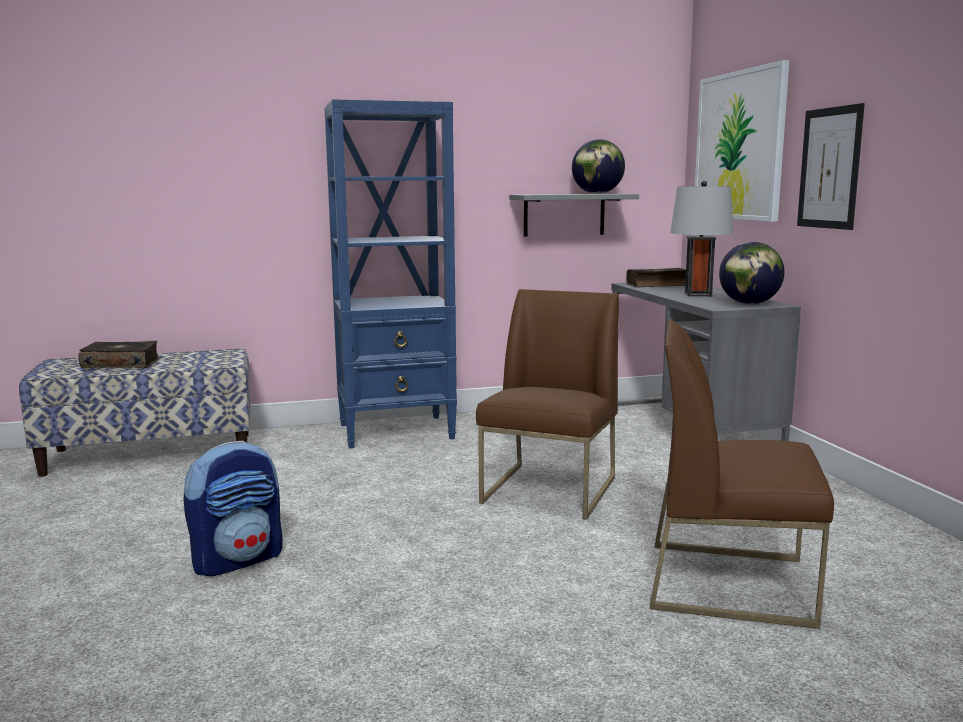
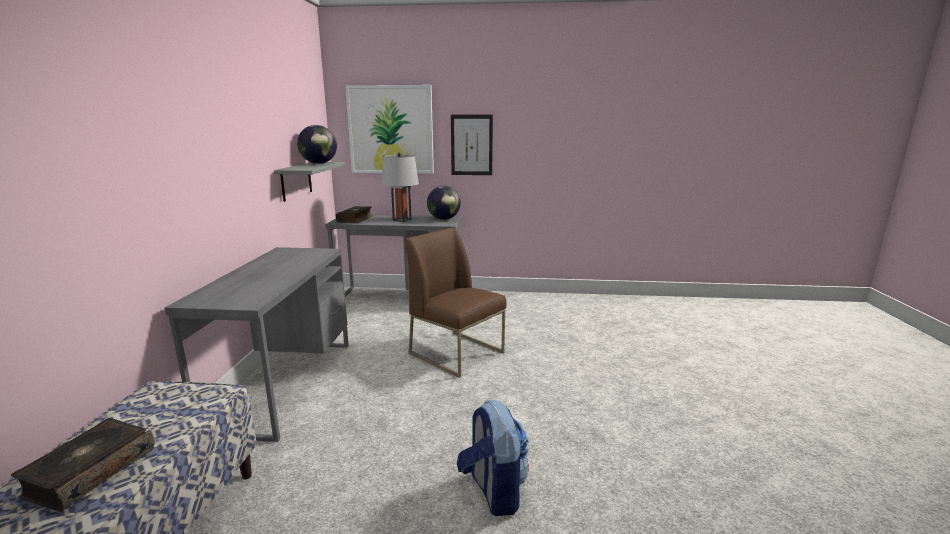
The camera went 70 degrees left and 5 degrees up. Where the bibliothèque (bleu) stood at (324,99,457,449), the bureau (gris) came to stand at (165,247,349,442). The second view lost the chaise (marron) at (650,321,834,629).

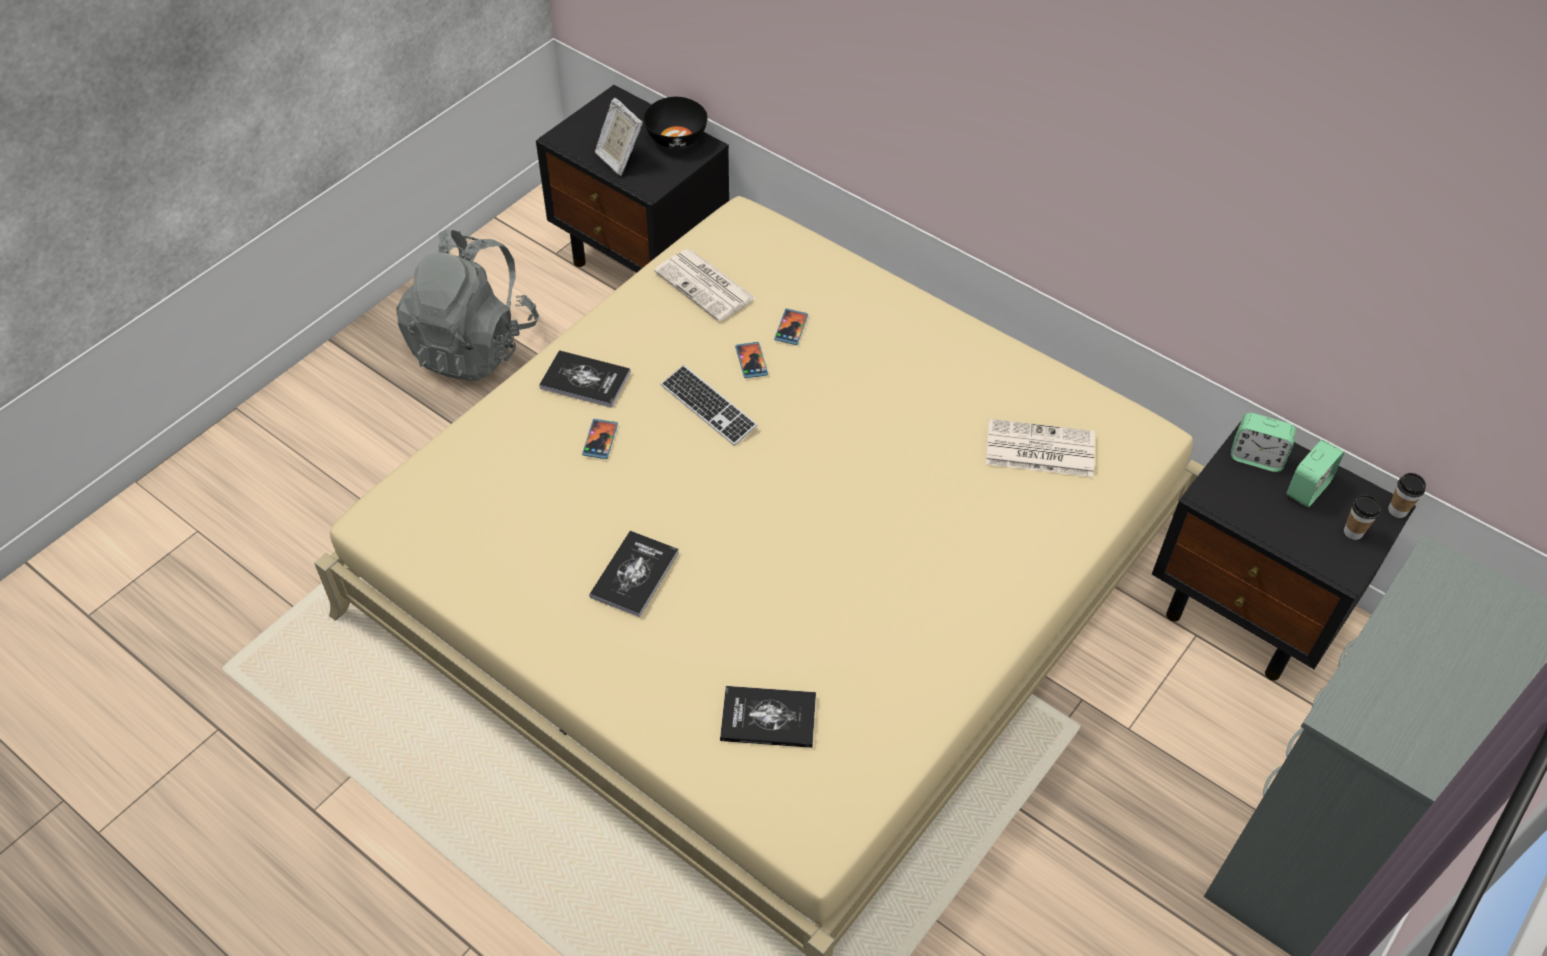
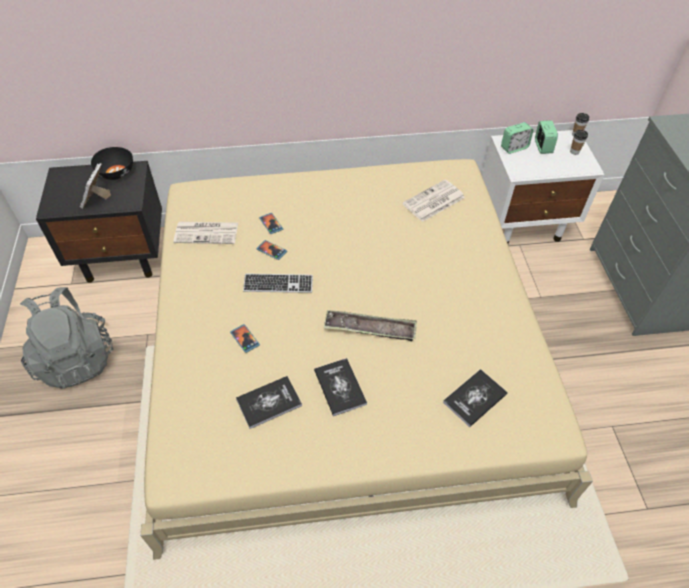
The camera went 45 degrees left and 0 degrees up. The cadre photo at (595,98,643,175) ended up facing another way, 90 degrees clockwise from before. The livre ended up elsewhere, having gone from (539,350,630,408) to (236,376,302,429). The second view gained the plateau at (324,310,417,341). What was the table de chevet (noir) at (1152,422,1416,681) turned into the table de chevet (blanc) at (482,130,604,244).

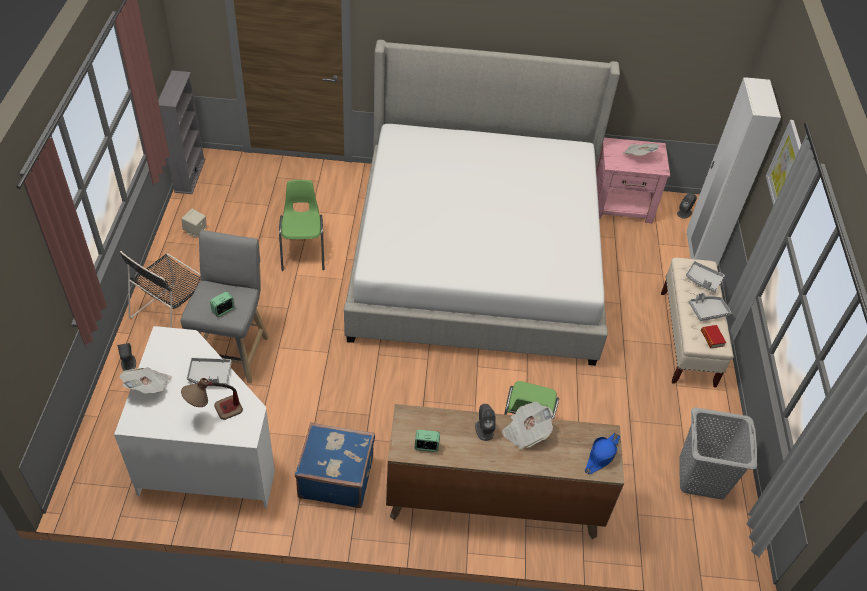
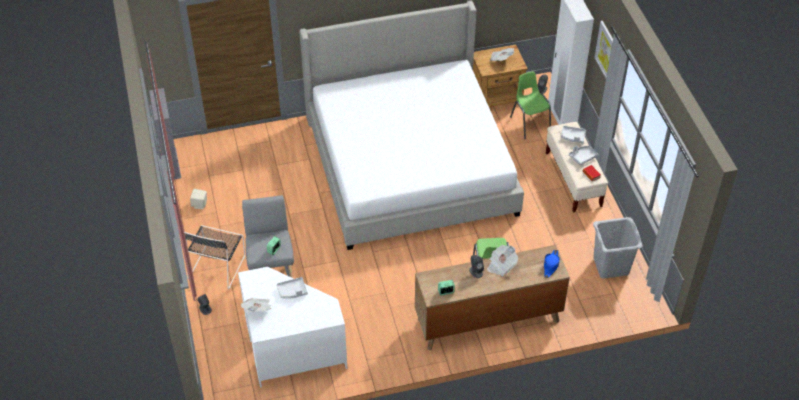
The camera went 15 degrees left and 0 degrees up. What was the table de chevet (rose) at (596,137,670,223) turned into the table de chevet (marron) at (473,45,528,107). The chaise (vert) ended up elsewhere, having gone from (279,180,325,271) to (510,71,551,139). The second view lost the lampe de table at (181,378,243,420). The second view lost the valise (bleu) at (295,422,375,508).

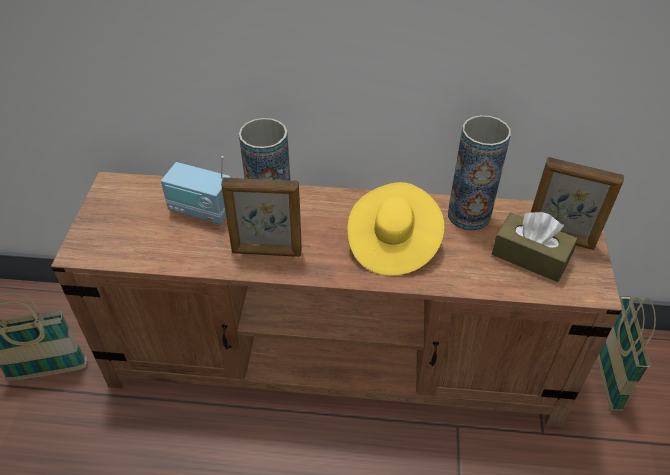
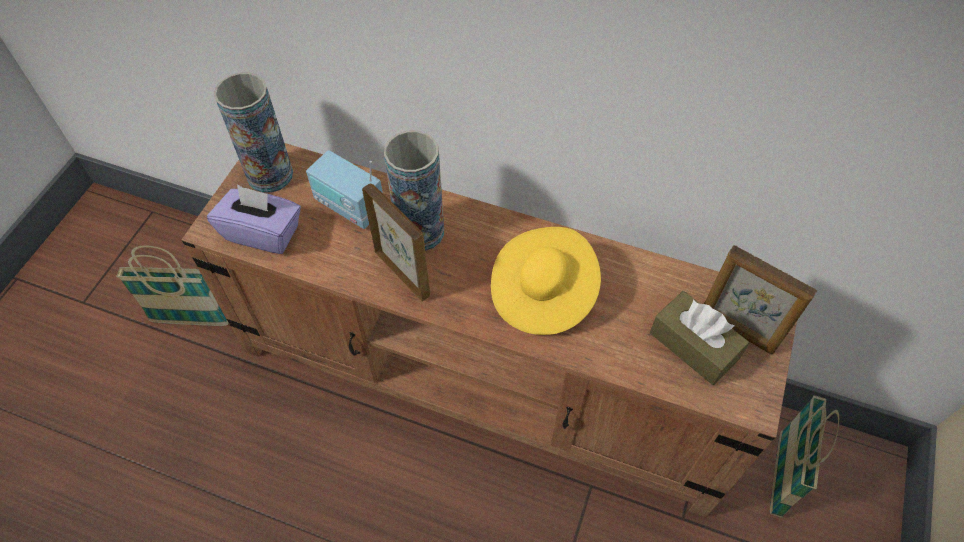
The camera went 15 degrees right and 10 degrees up. The second view gained the boîte à mouchoirs (violet) at (207,185,301,254). The vase ended up elsewhere, having gone from (448,115,511,231) to (214,73,293,193). The cadre photo at (221,177,302,257) ended up facing another way, 150 degrees counterclockwise from before.

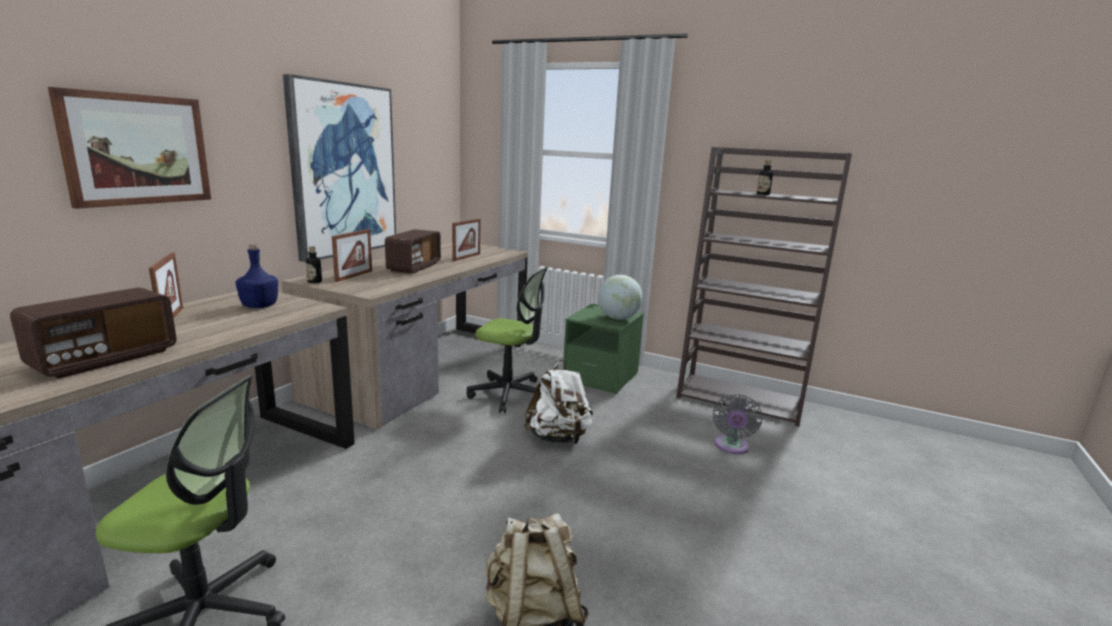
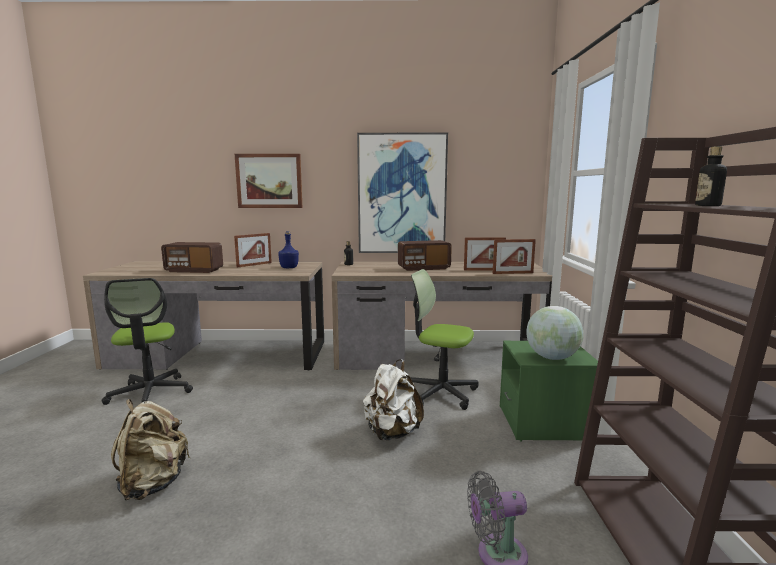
The camera went 65 degrees right and 5 degrees down. The chaise de bureau at (467,267,548,413) ended up facing another way, 120 degrees clockwise from before. The cadre photo ended up elsewhere, having gone from (332,229,372,282) to (493,239,536,274).

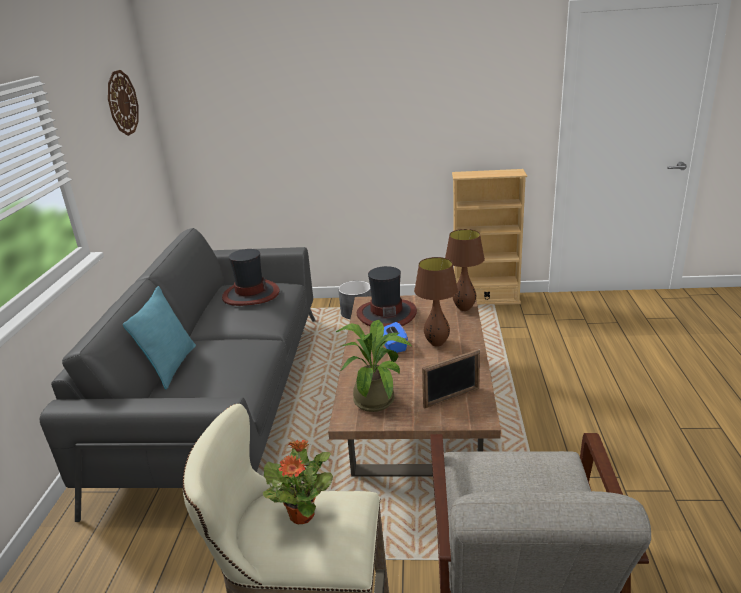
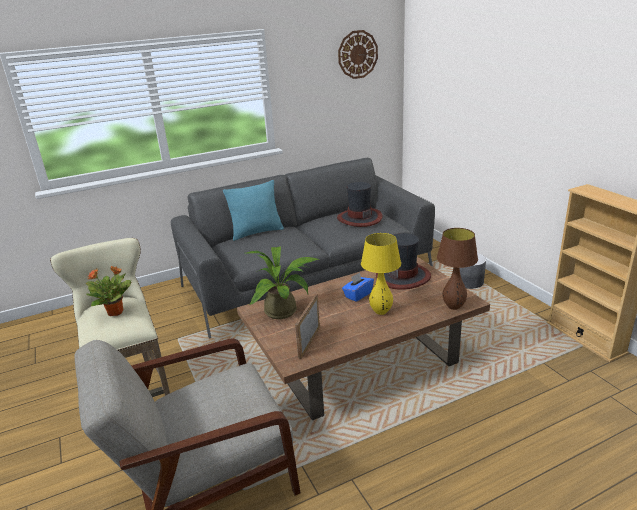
The camera went 60 degrees right and 0 degrees up. The cadre photo at (422,349,480,409) ended up facing another way, 75 degrees clockwise from before. What was the lampe de table (marron) at (414,257,458,347) turned into the lampe de table (jaune) at (361,233,401,315).

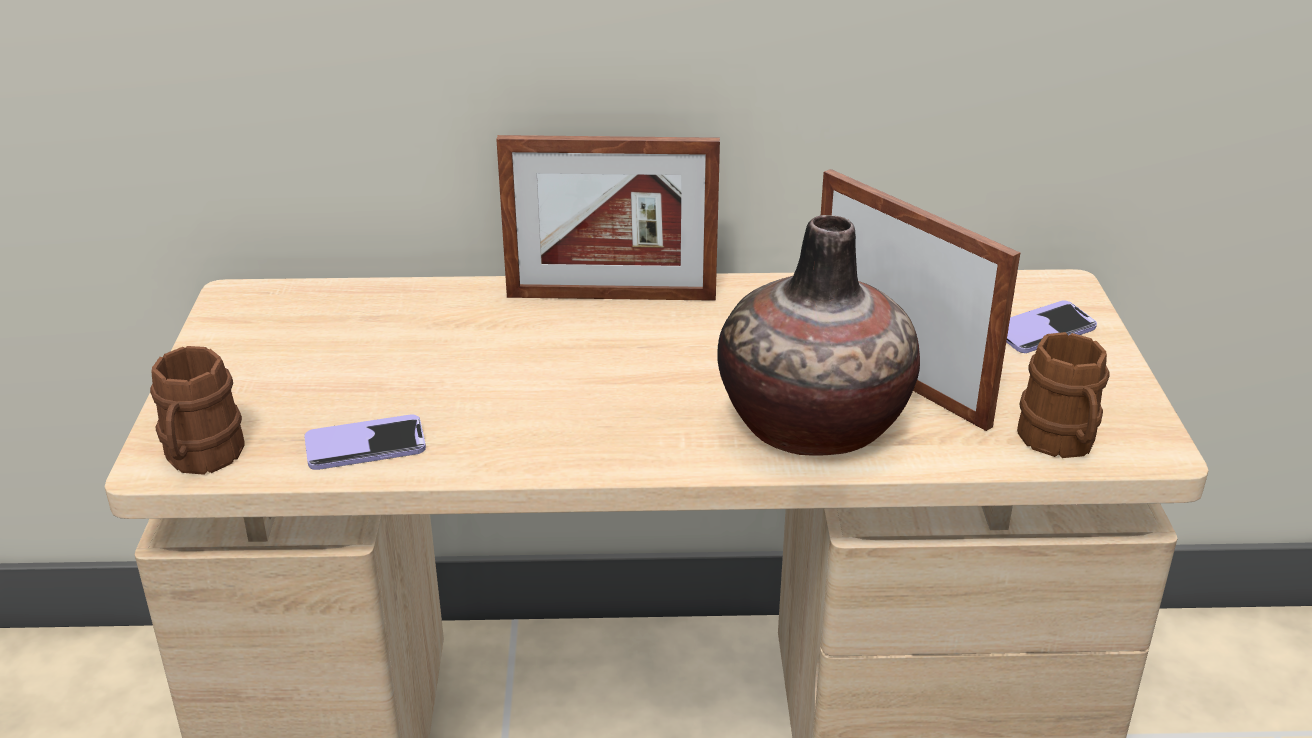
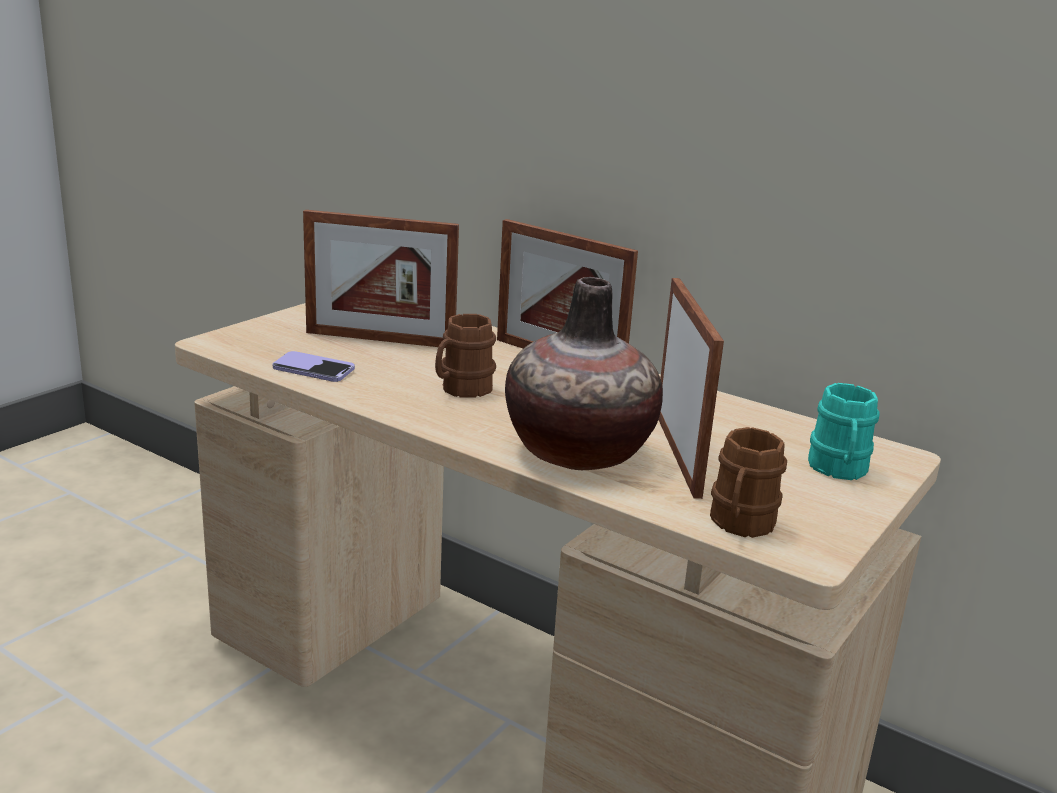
The camera went 35 degrees right and 10 degrees down. The second view gained the cadre photo at (303,210,459,348). The mug (marron) ended up elsewhere, having gone from (150,346,244,475) to (435,314,496,398). Where the téléphone stood at (1006,301,1097,353), the mug (turquoise) came to stand at (808,383,880,480).

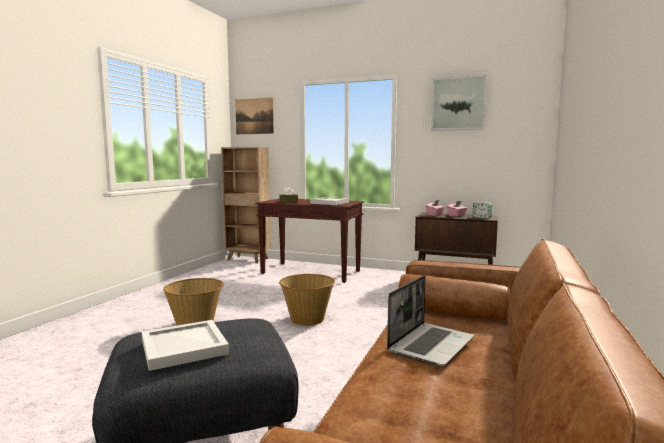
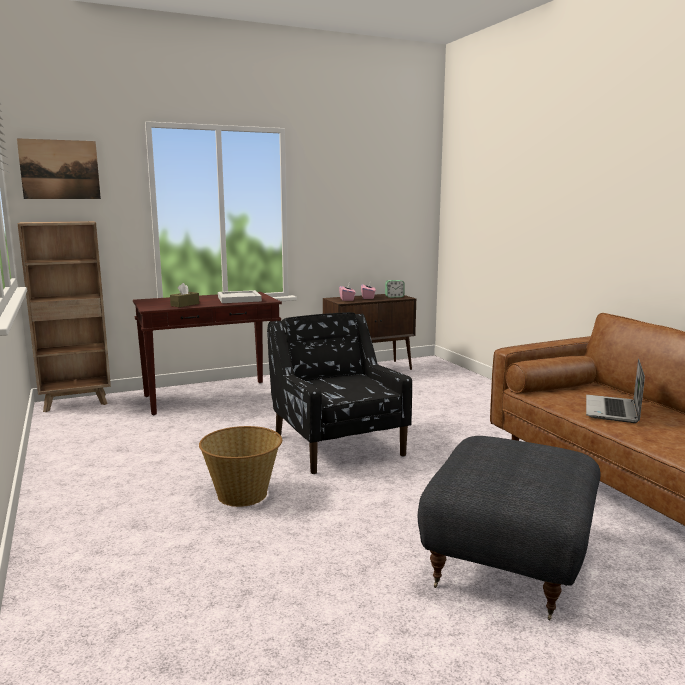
The camera went 45 degrees left and 5 degrees up. Where the panier stood at (279,274,335,326), the fauteuil (noir) came to stand at (267,312,412,474). The ordinateur portable at (387,275,474,366) ended up facing another way, 150 degrees counterclockwise from before. The second view lost the plateau (blanc) at (142,320,229,371). The second view lost the tableau at (431,75,487,131).

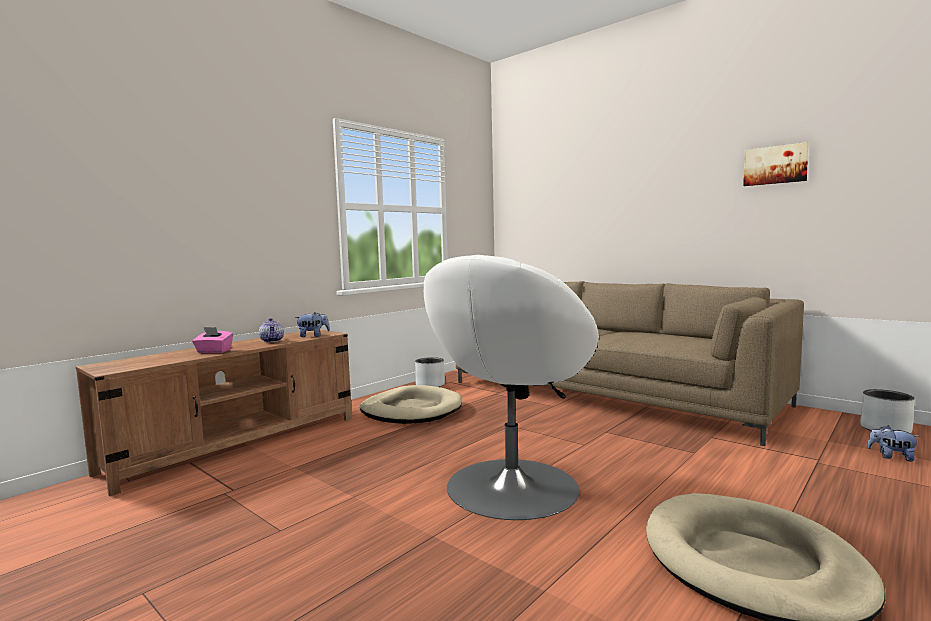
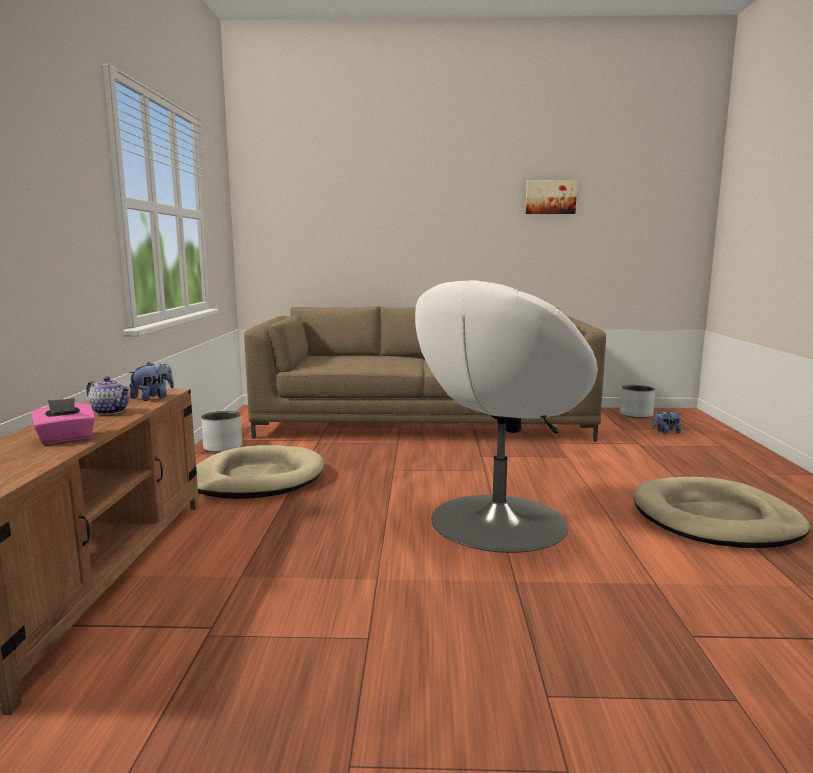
The camera went 40 degrees left and 5 degrees up. The fauteuil (blanc) at (424,255,599,520) ended up facing another way, 45 degrees clockwise from before.

